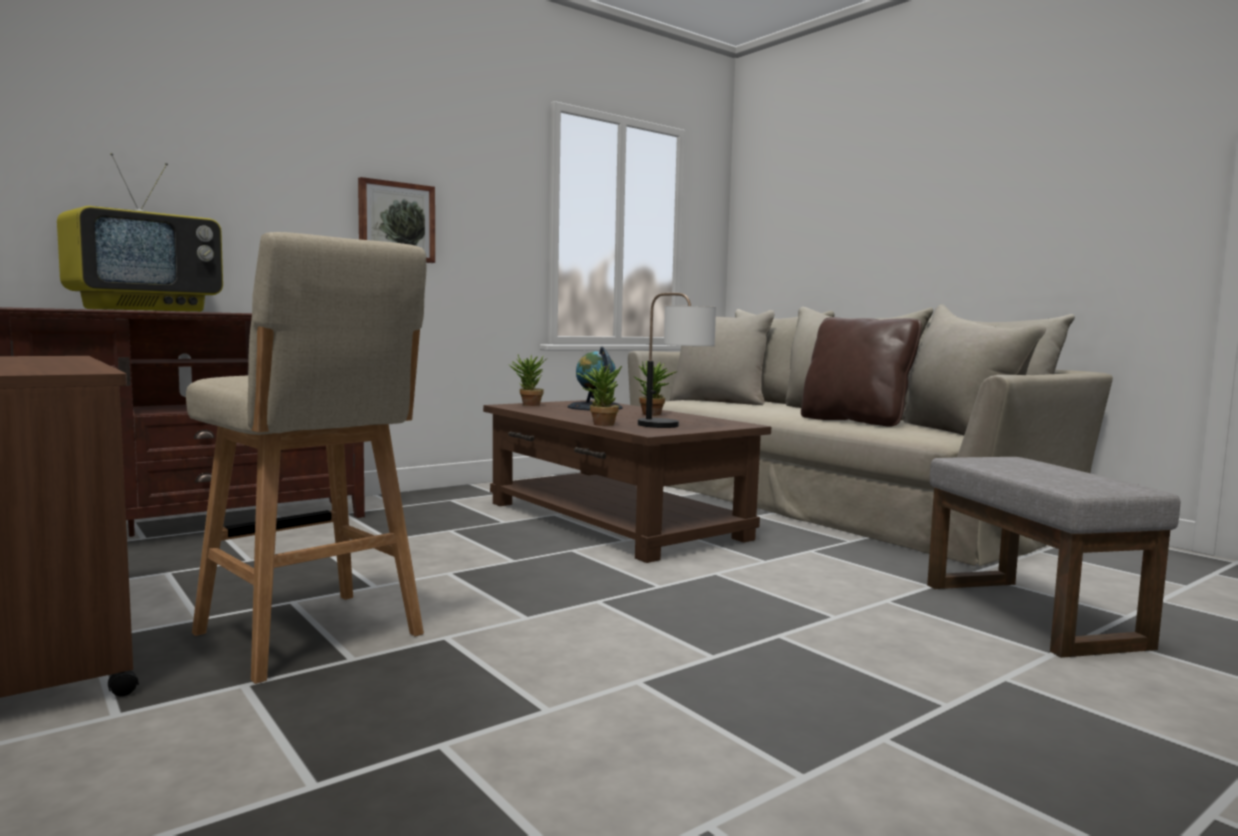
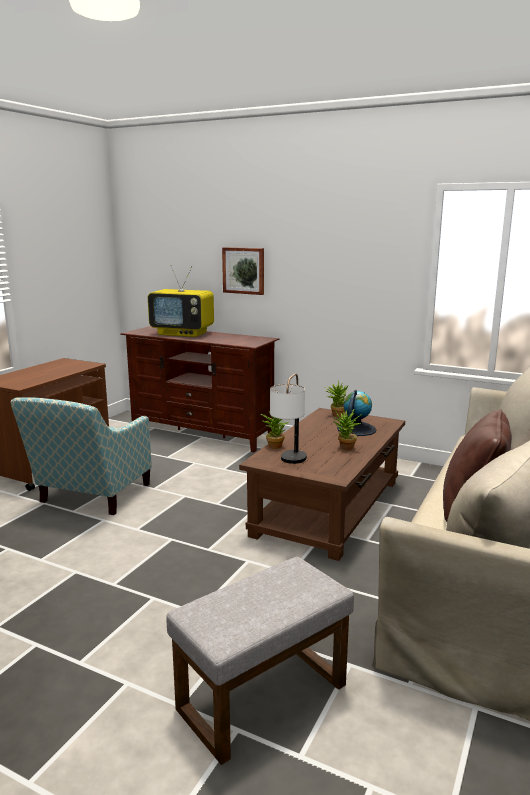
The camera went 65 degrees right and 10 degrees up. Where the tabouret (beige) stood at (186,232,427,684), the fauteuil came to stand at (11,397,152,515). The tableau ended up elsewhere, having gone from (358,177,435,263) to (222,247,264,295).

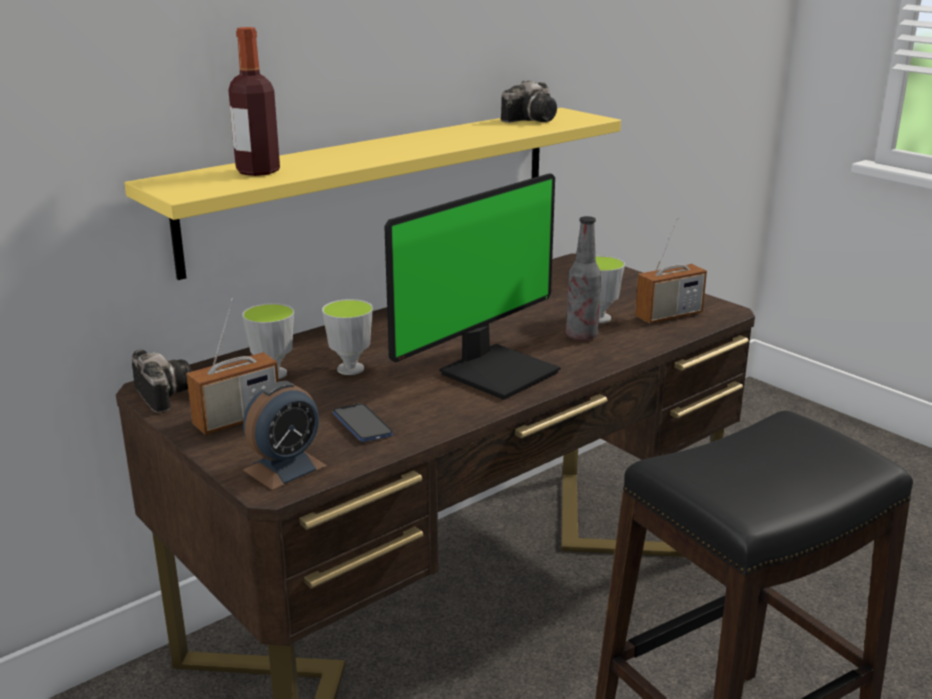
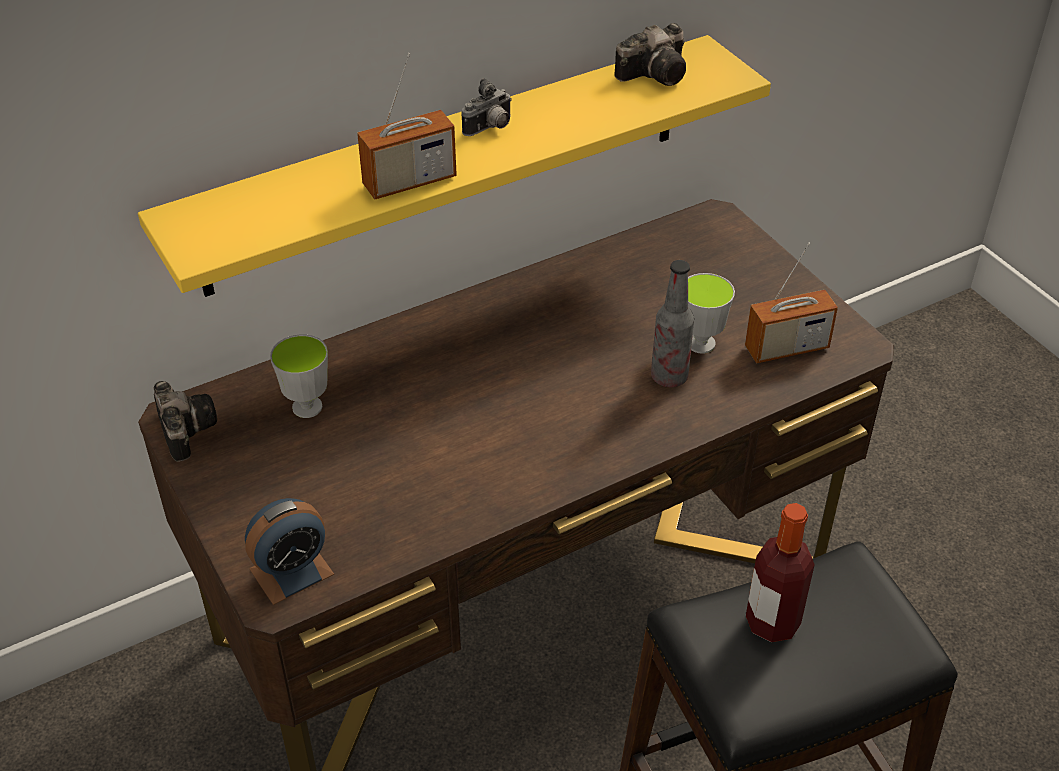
The camera went 10 degrees right and 20 degrees up. The radio ended up elsewhere, having gone from (186,298,279,435) to (357,53,457,200). The second view gained the appareil photo at (461,78,512,136). The bouteille ended up elsewhere, having gone from (228,27,280,176) to (746,503,815,642). The second view lost the tasse at (322,299,373,375). The second view lost the téléphone at (333,404,393,442). The second view lost the écran d'ordinateur at (384,173,561,400).

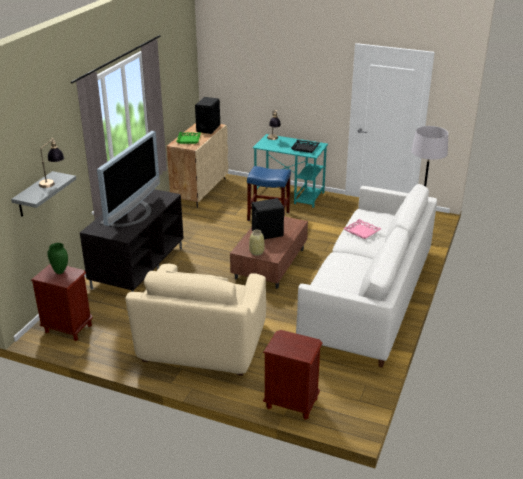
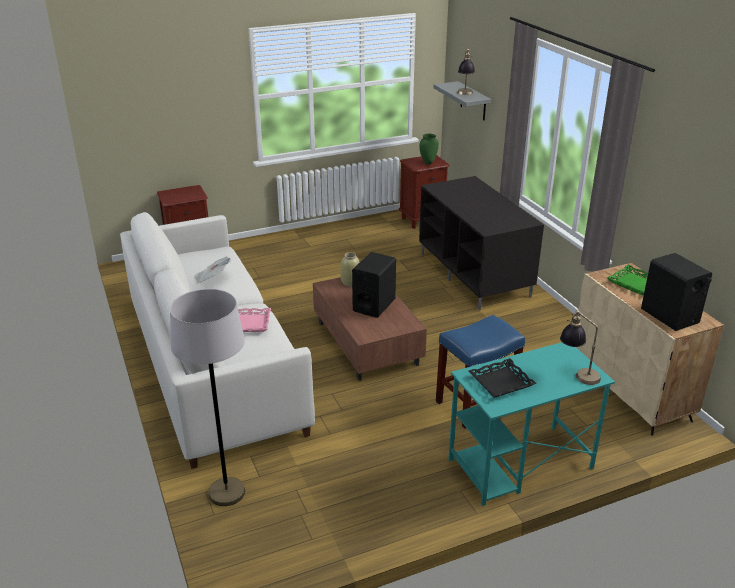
The camera went 135 degrees right and 0 degrees up. The second view gained the journal at (195,256,231,284). The second view lost the téléviseur at (97,131,160,227). The second view lost the fauteuil (beige) at (125,263,266,376).

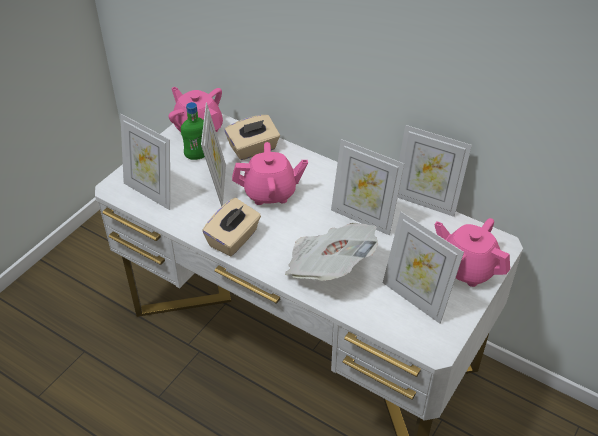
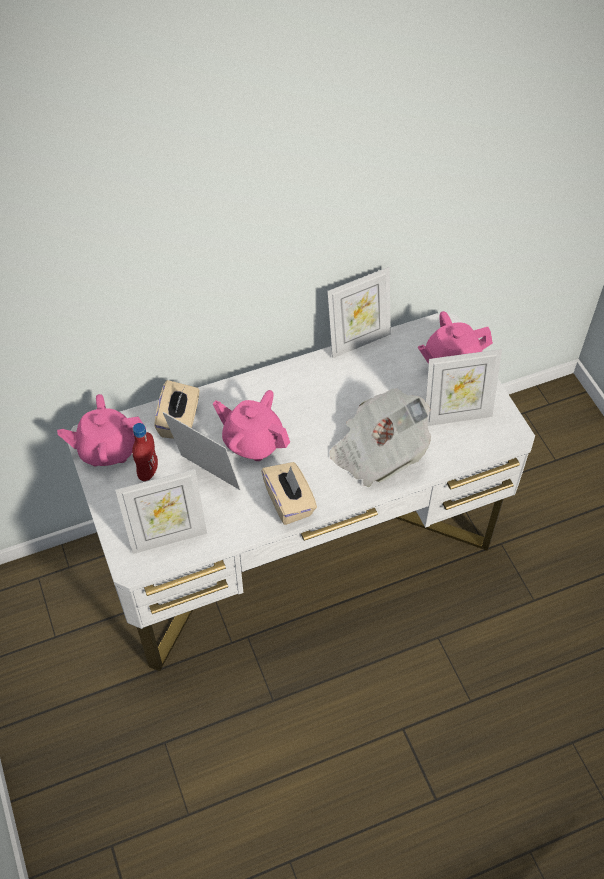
The camera went 55 degrees left and 10 degrees up. What was the bouteille (vert) at (181,102,205,160) turned into the bouteille (rouge) at (132,423,158,481). The théière (rose) at (232,142,308,205) ended up facing another way, 90 degrees counterclockwise from before. The second view lost the cadre photo at (331,139,404,236).

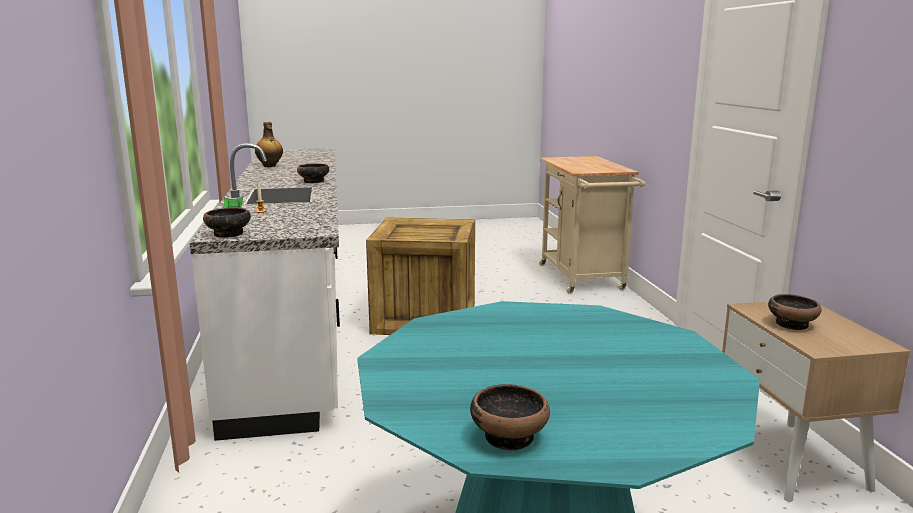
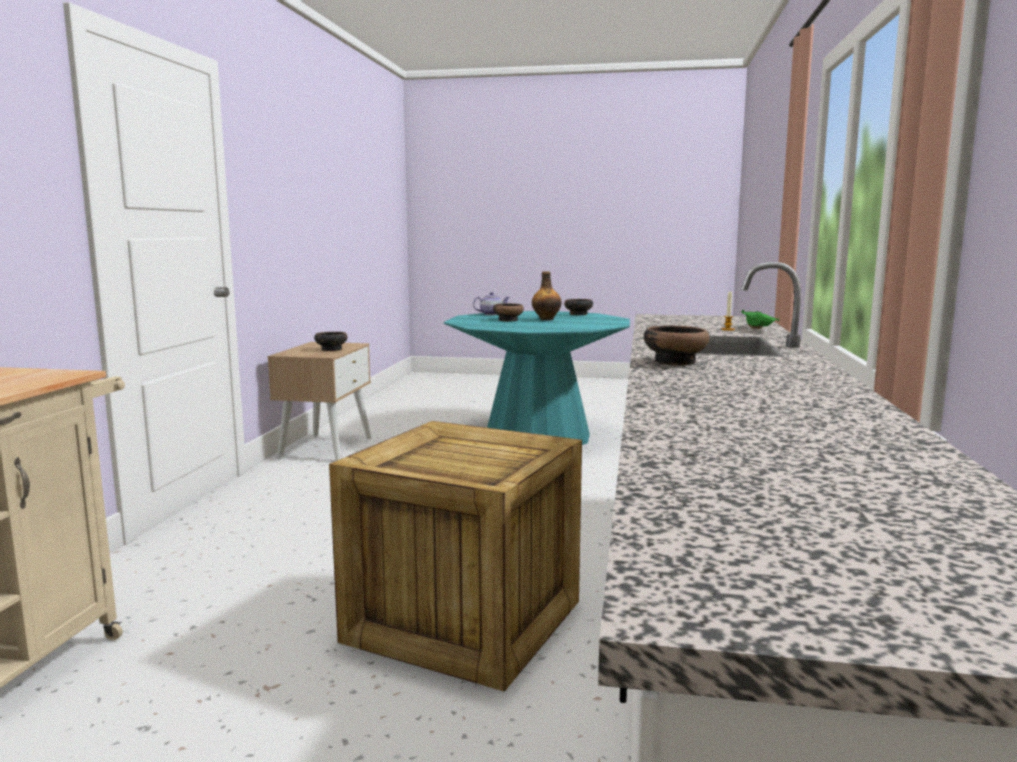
The camera went 160 degrees left and 5 degrees down. The second view gained the théière at (473,292,510,315). The bol ended up elsewhere, having gone from (203,208,251,238) to (493,303,524,322). The bouteille ended up elsewhere, having gone from (255,122,283,167) to (532,271,561,320).

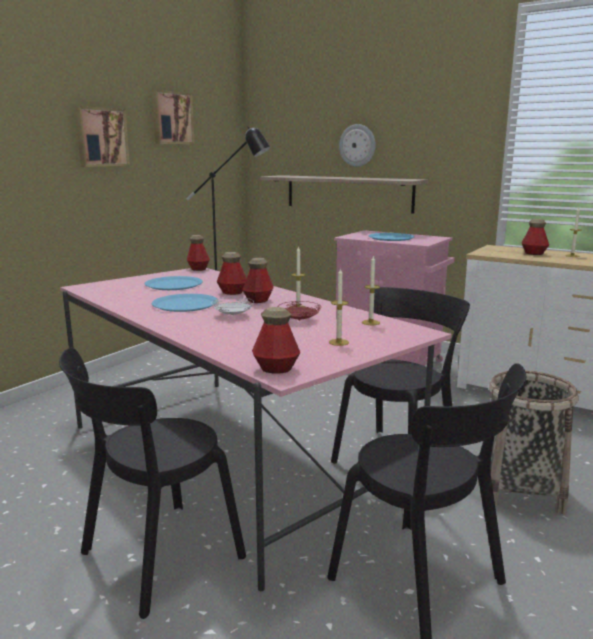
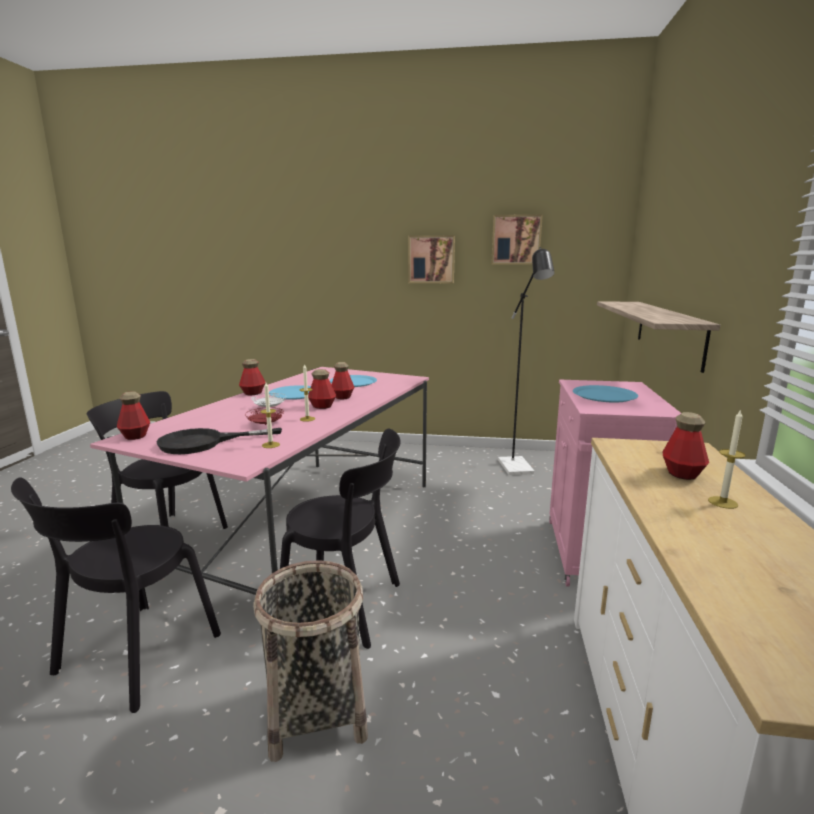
The camera went 65 degrees right and 0 degrees up. Where the bougie stood at (329,268,349,346), the poêle (noir) came to stand at (156,428,282,454). The bouteille ended up elsewhere, having gone from (186,235,210,271) to (239,359,266,396). The second view lost the horloge murale at (339,124,376,167).

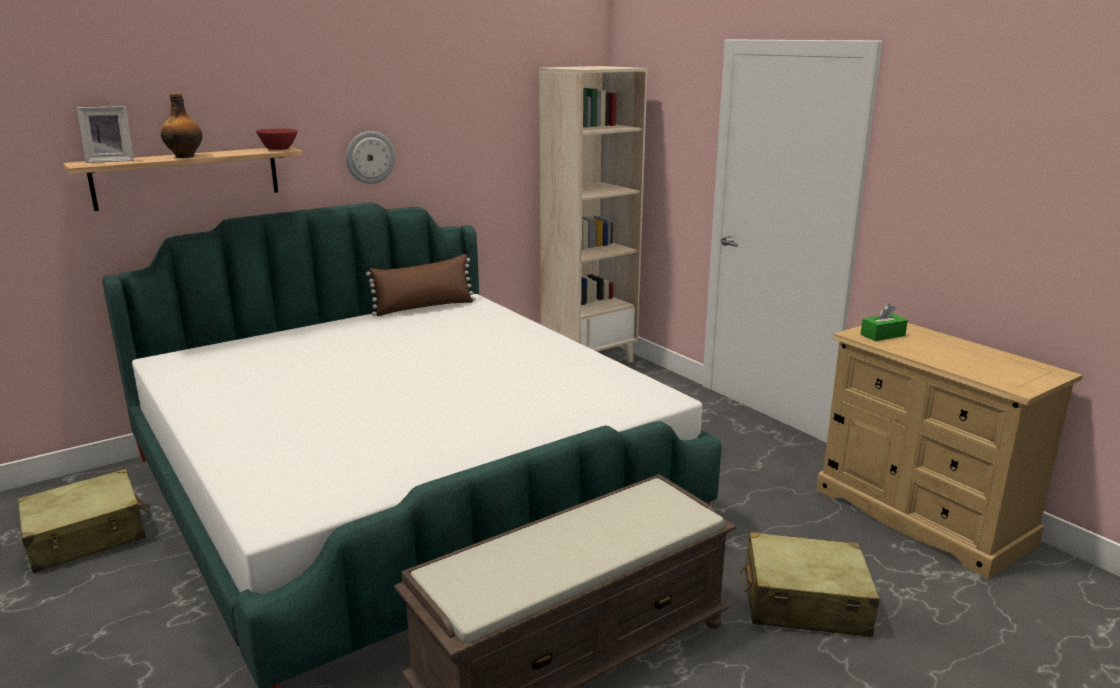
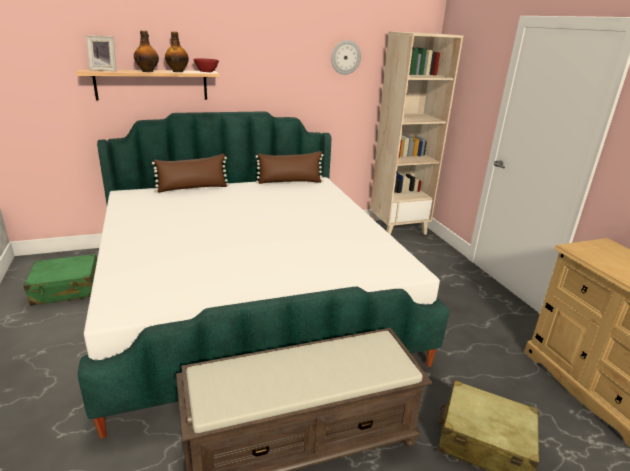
The camera went 15 degrees right and 5 degrees up. What was the valise (beige) at (18,469,148,573) turned into the valise (vert) at (24,254,97,306). The second view gained the coussin (marron) at (152,154,229,193). The second view gained the bouteille at (165,32,189,72). The horloge murale ended up elsewhere, having gone from (346,131,395,184) to (331,40,361,75). The second view lost the boîte à mouchoirs (vert) at (860,304,908,341).

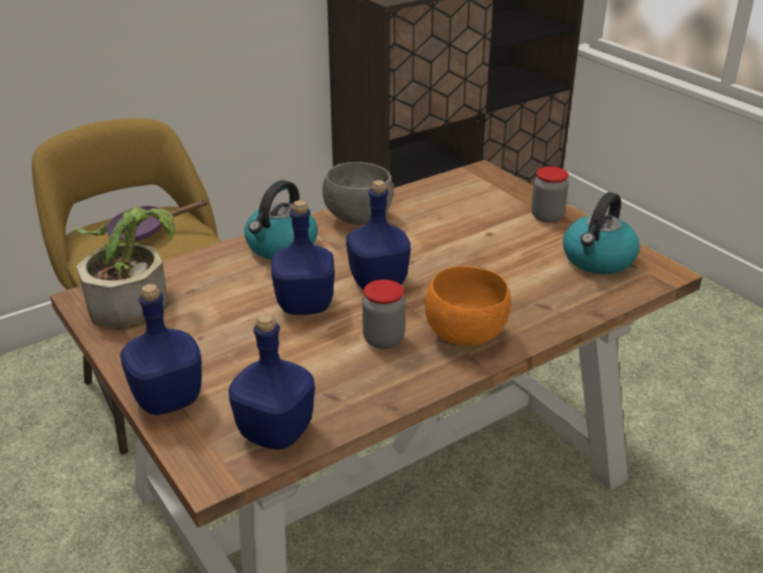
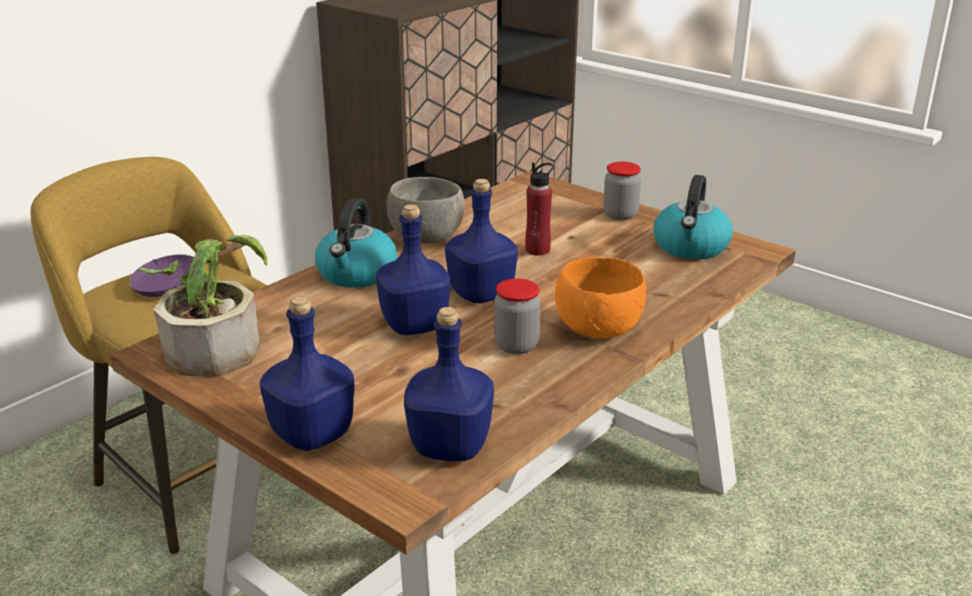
The camera went 15 degrees left and 5 degrees down. The second view gained the bouteille (rouge) at (525,162,554,256).

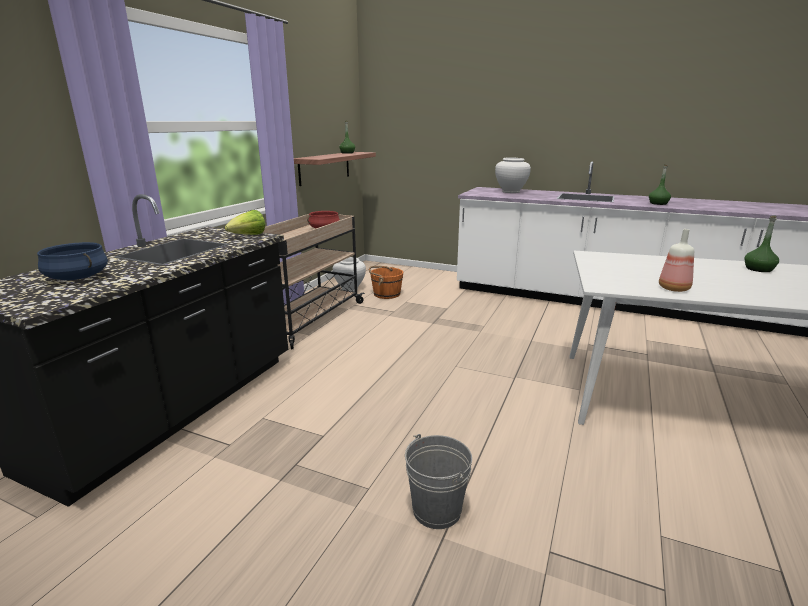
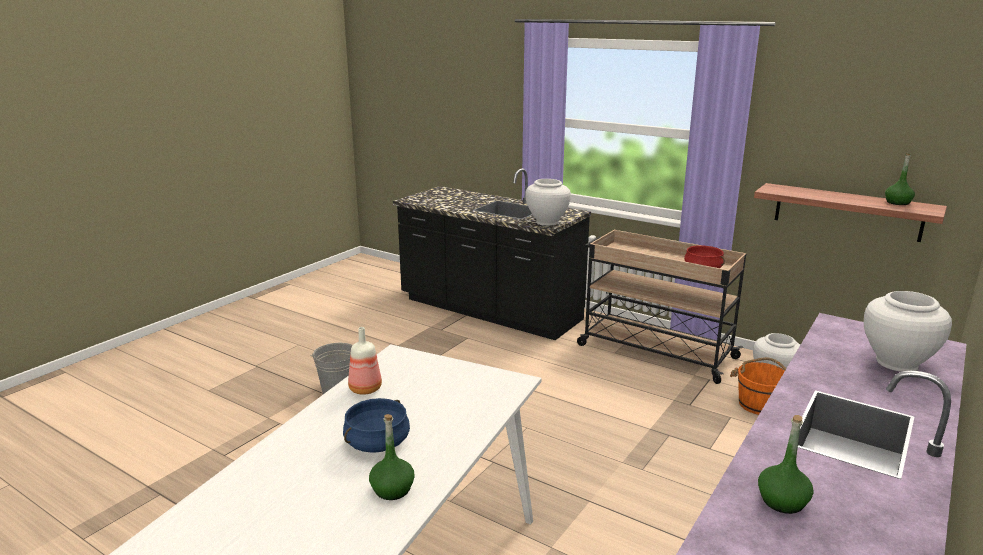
The camera went 100 degrees right and 0 degrees up. The marmite (bleu) ended up elsewhere, having gone from (37,242,108,280) to (343,398,410,453). Where the laitue stood at (225,210,265,235), the vase (blanc) came to stand at (525,179,571,226).

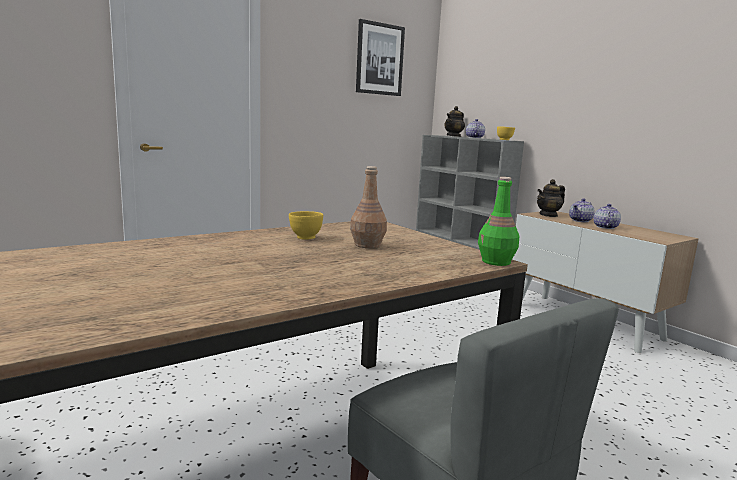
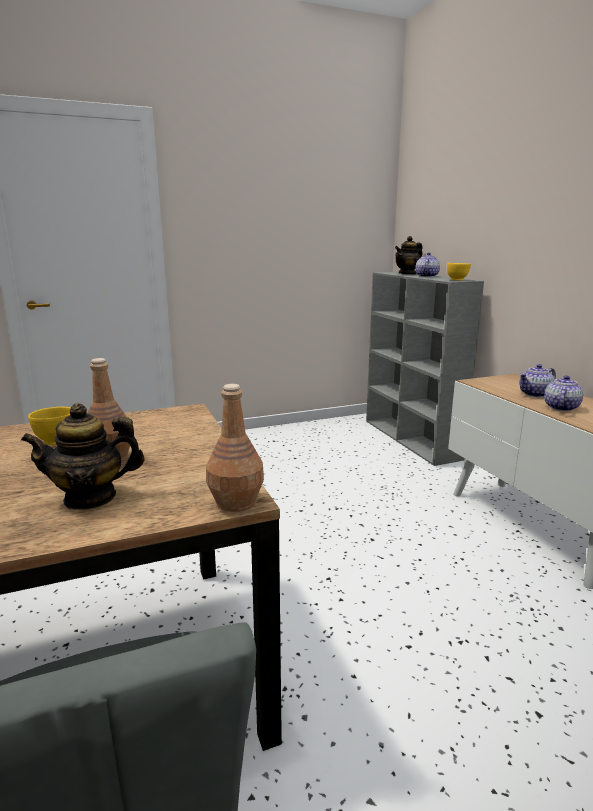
The camera went 15 degrees right and 5 degrees up. The théière ended up elsewhere, having gone from (537,179,565,217) to (21,403,145,510). What was the bouteille (vert) at (478,177,519,266) turned into the bouteille (marron) at (206,384,264,512). The second view lost the tableau at (356,19,405,96).

